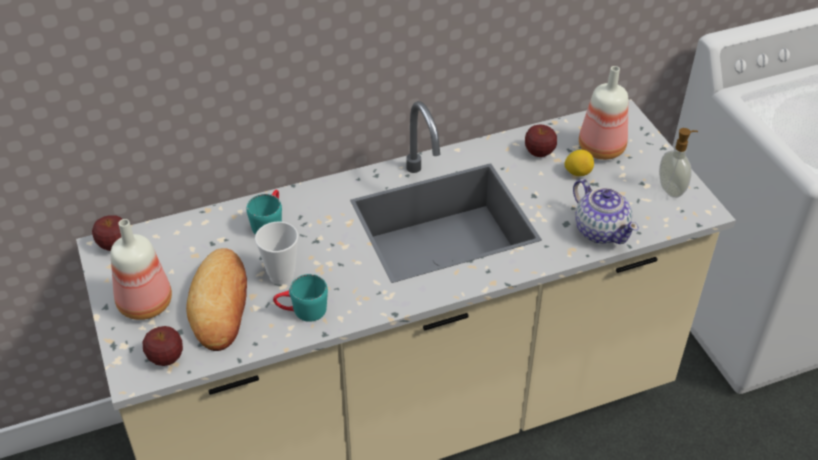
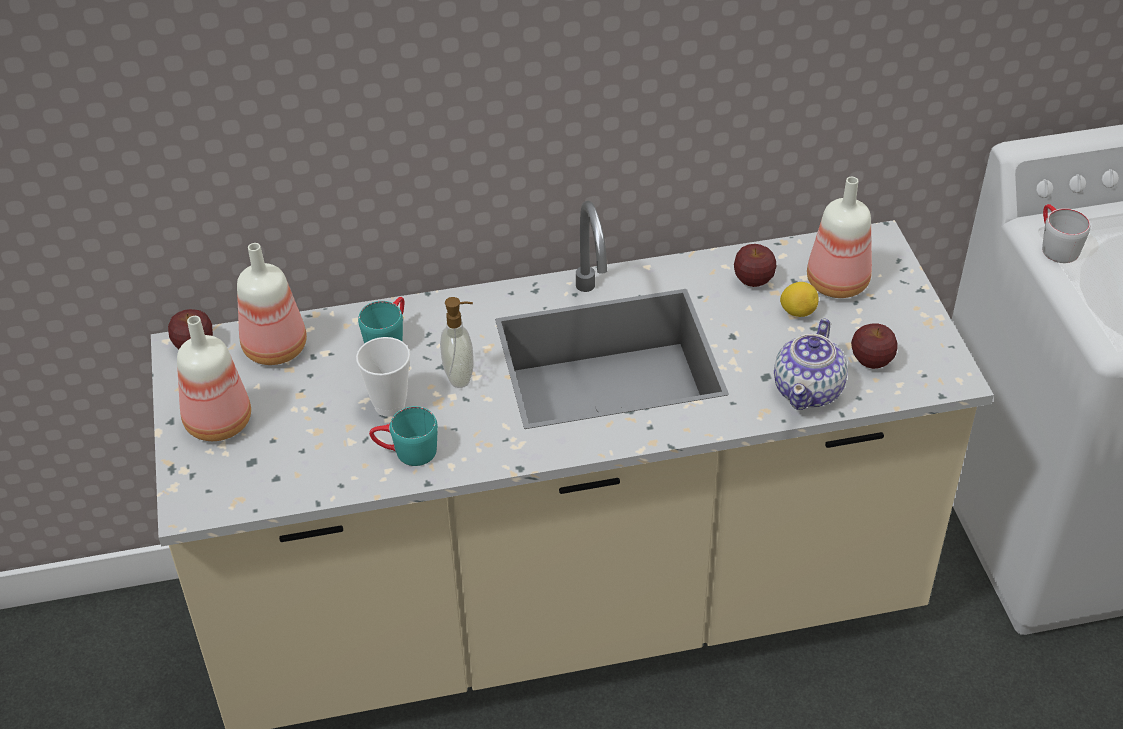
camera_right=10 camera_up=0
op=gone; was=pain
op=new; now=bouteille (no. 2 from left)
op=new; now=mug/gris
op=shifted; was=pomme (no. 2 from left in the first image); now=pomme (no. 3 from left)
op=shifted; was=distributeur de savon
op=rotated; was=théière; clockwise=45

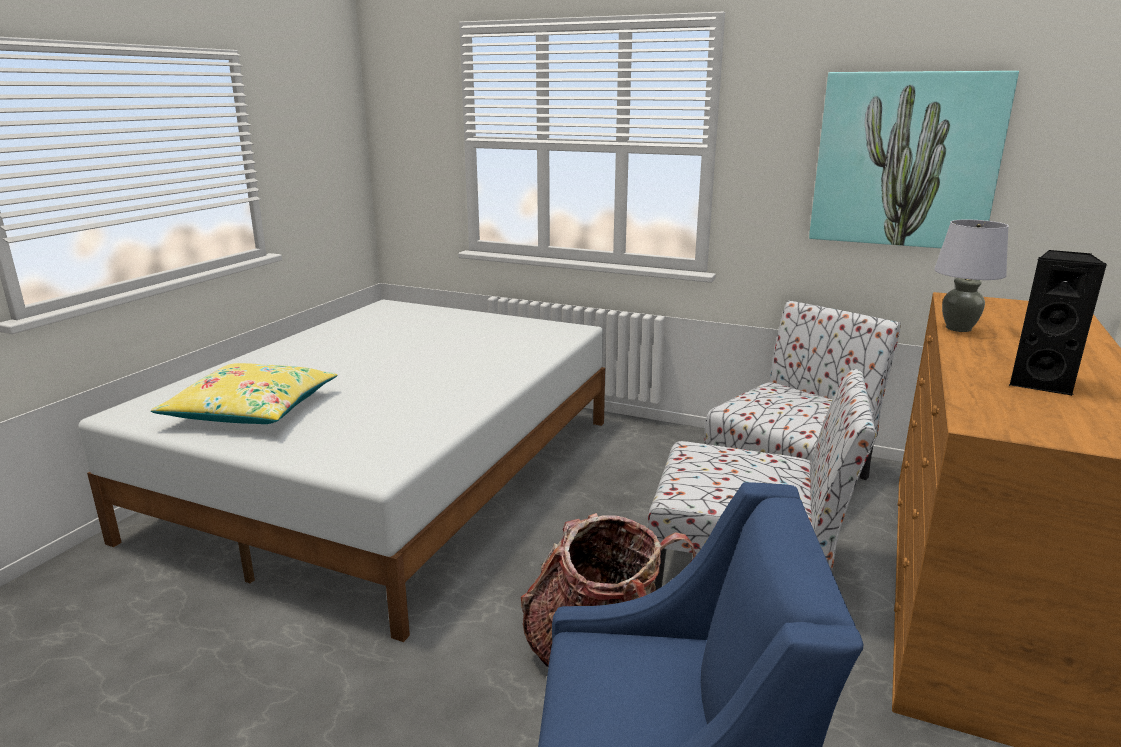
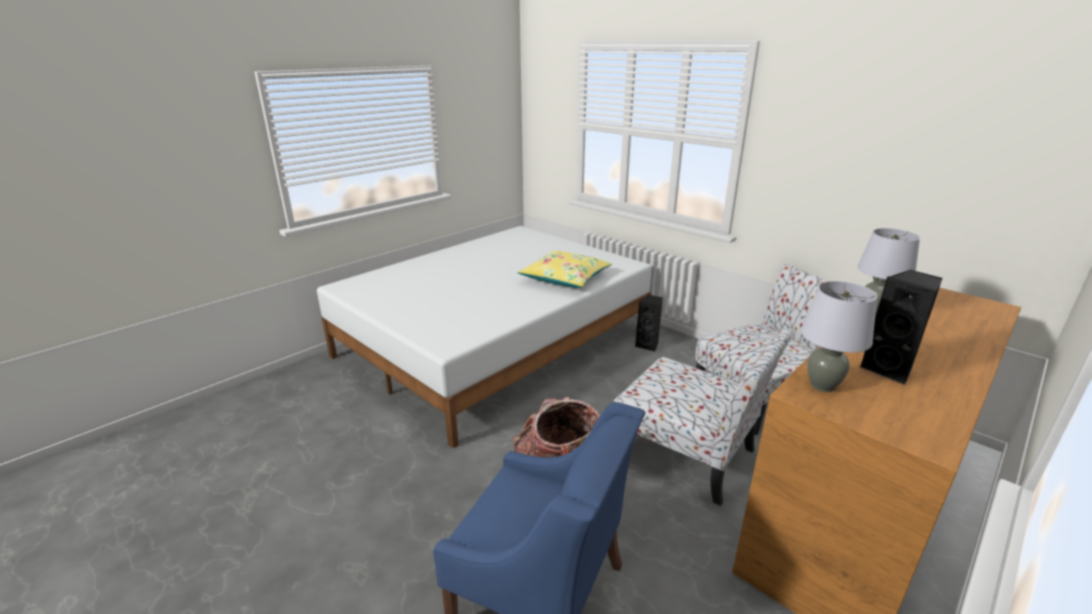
camera_right=20 camera_up=5
op=gone; was=tableau
op=new; now=enceinte/noir (no. 1 from left)
op=new; now=lampe de table/gris (no. 1 from left)
op=shifted; was=coussin/jaune

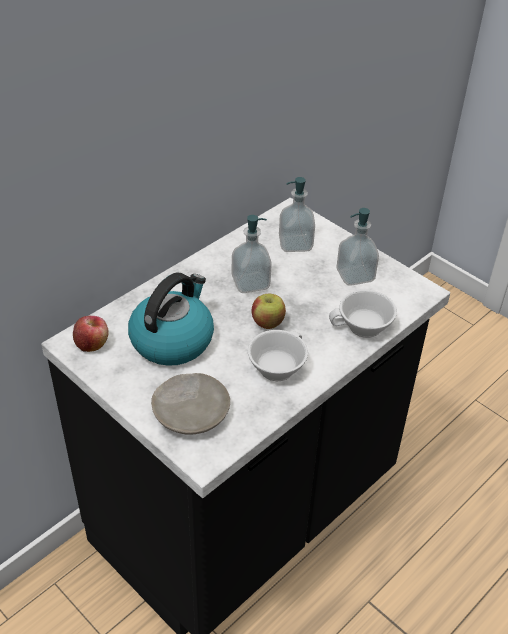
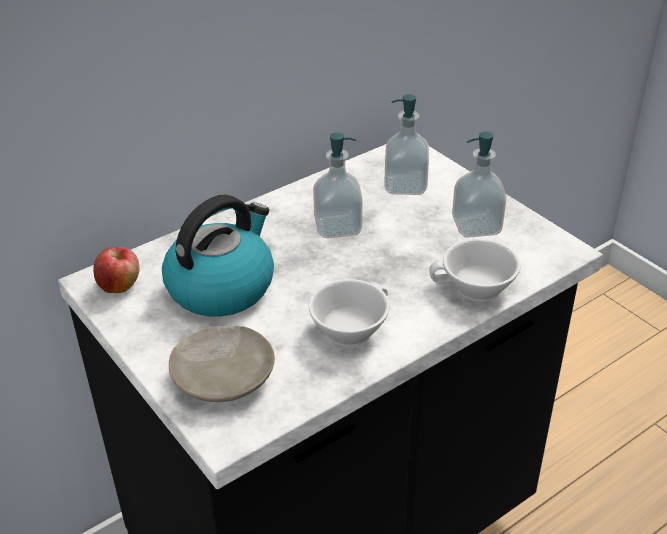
camera_right=10 camera_up=-5
op=gone; was=pomme (no. 2 from left)

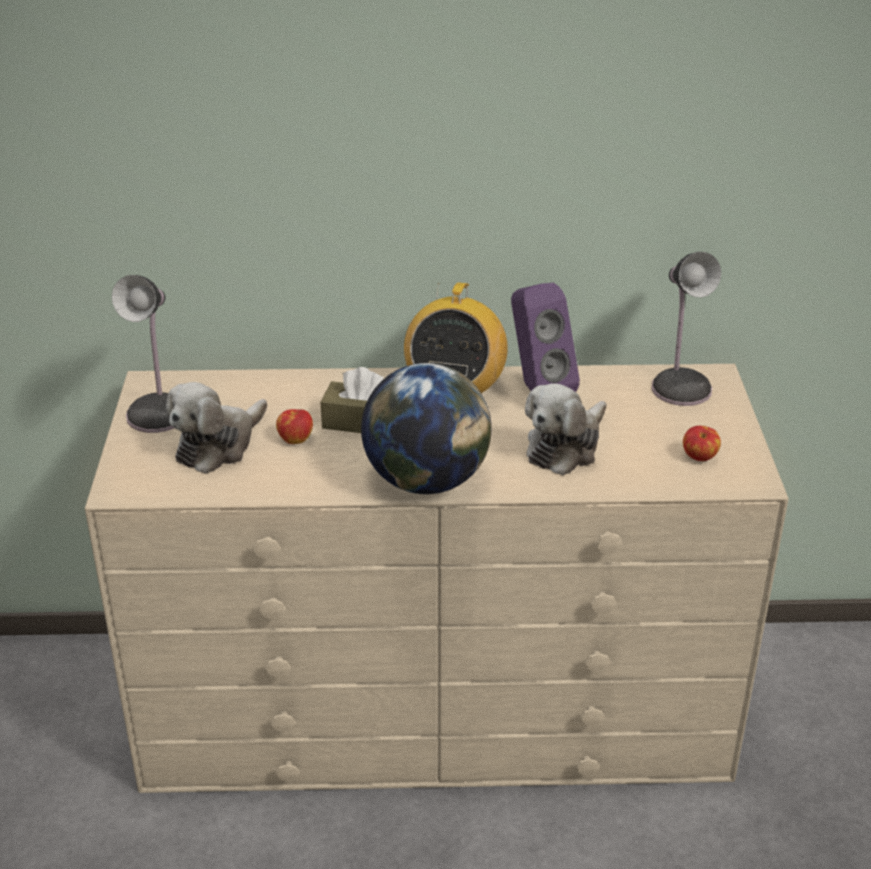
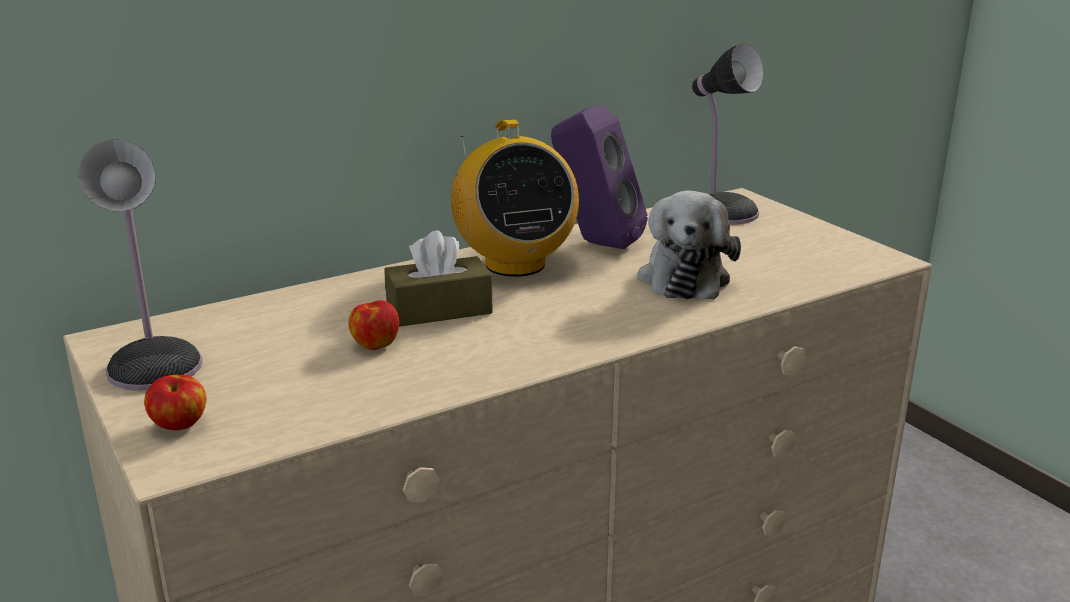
camera_right=-30 camera_up=-10
op=gone; was=peluche (no. 1 from left)
op=gone; was=globe
op=shifted; was=pomme (no. 2 from left in the first image); now=pomme (no. 1 from left)

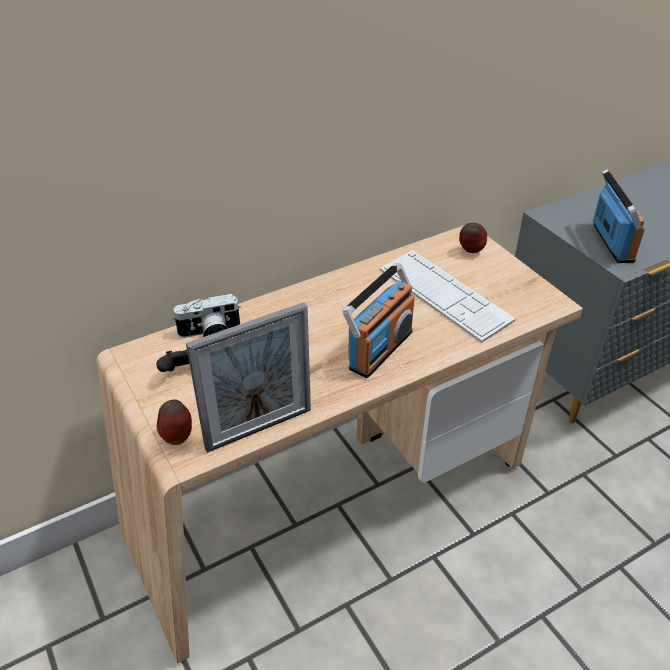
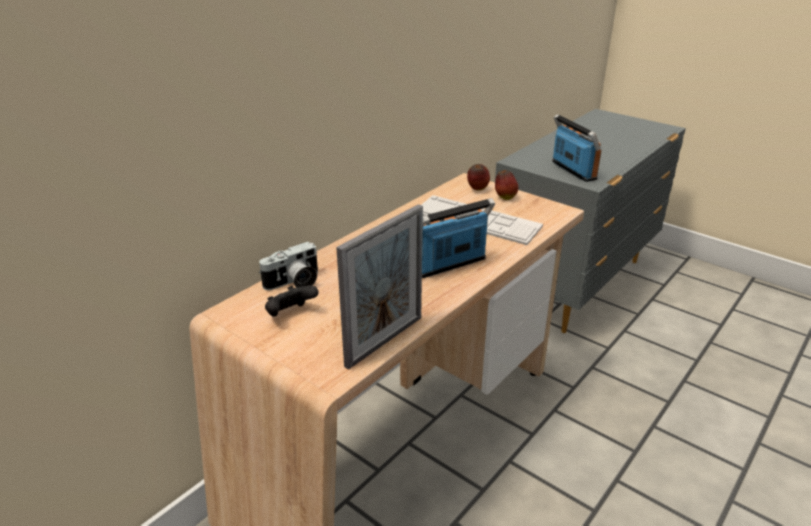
camera_right=-20 camera_up=-10
op=shifted; was=pomme (no. 1 from left in the first image); now=pomme (no. 2 from left)
op=rotated; was=radio (no. 1 from left); clockwise=-135

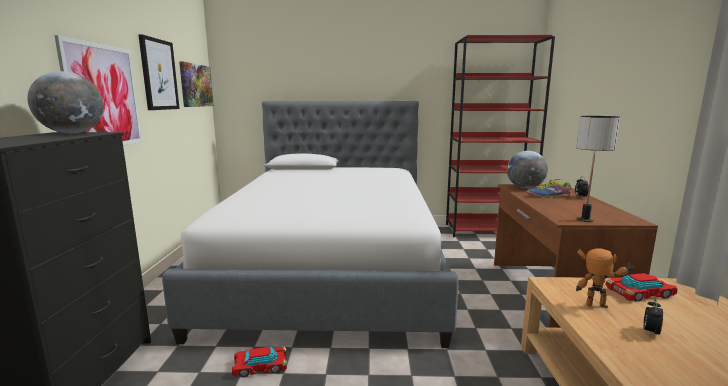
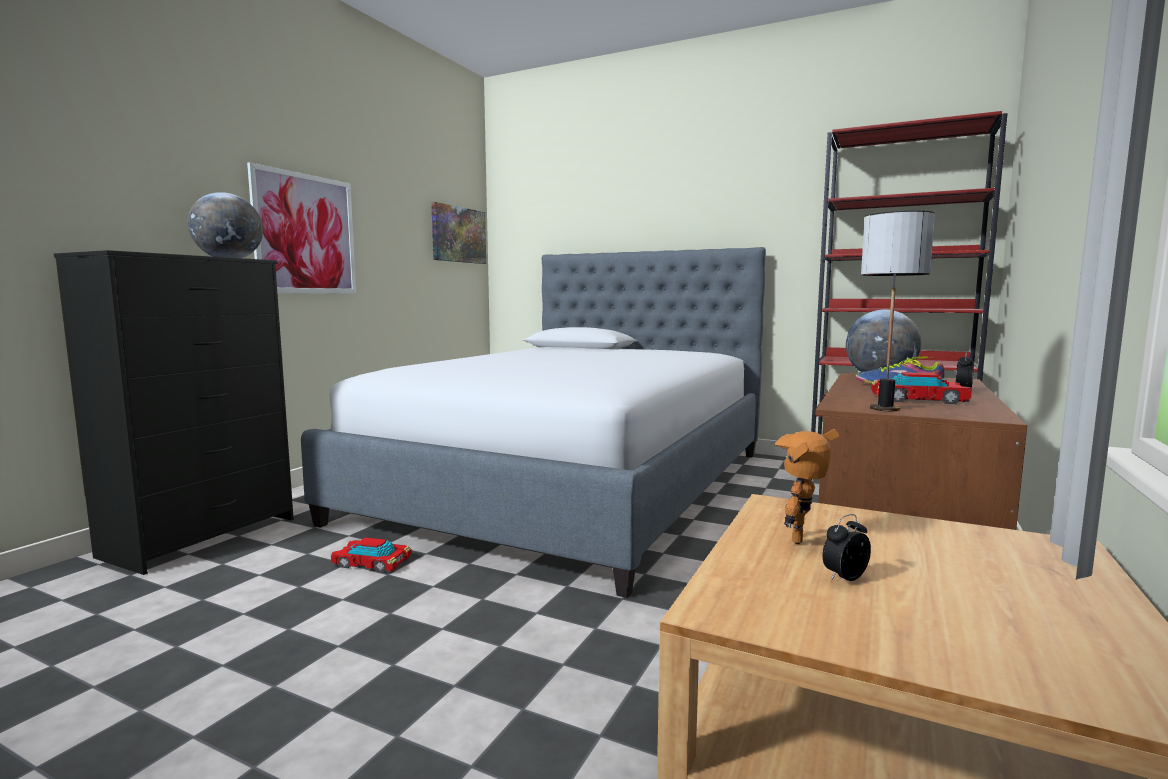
camera_right=25 camera_up=-5
op=gone; was=tableau (no. 2 from left)
op=shifted; was=petite voiture (no. 2 from left)
op=rotated; was=robot jouet; clockwise=-105

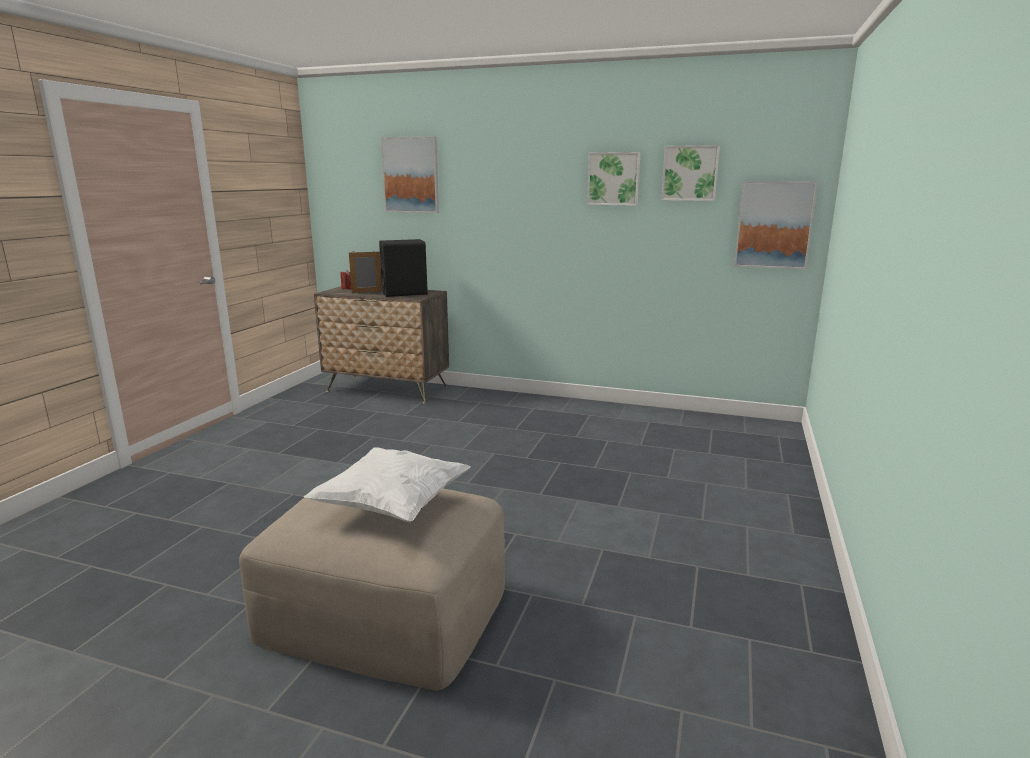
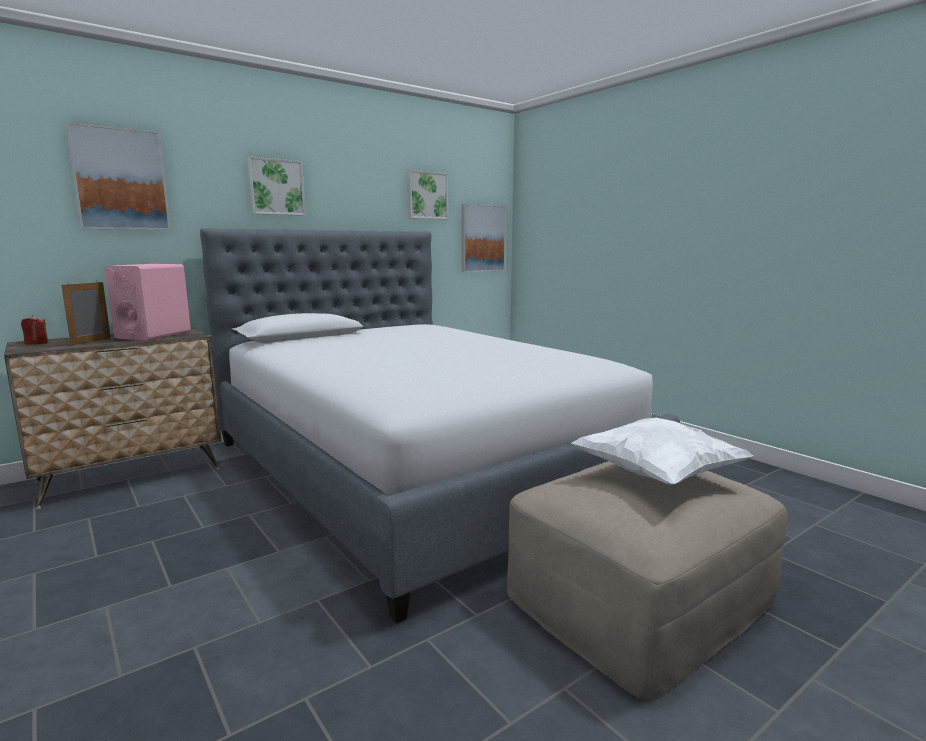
camera_right=-55 camera_up=-5
op=new; now=lit
op=shifted; was=tableau (no. 2 from left)
op=repainted; was=enceinte/noir; now=enceinte/rose

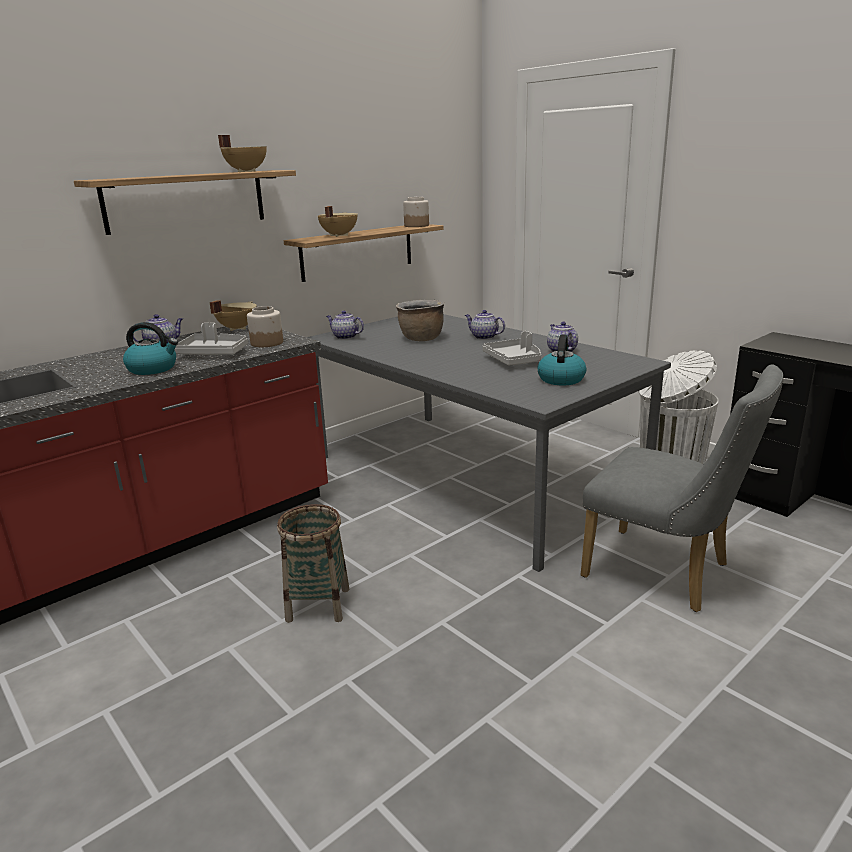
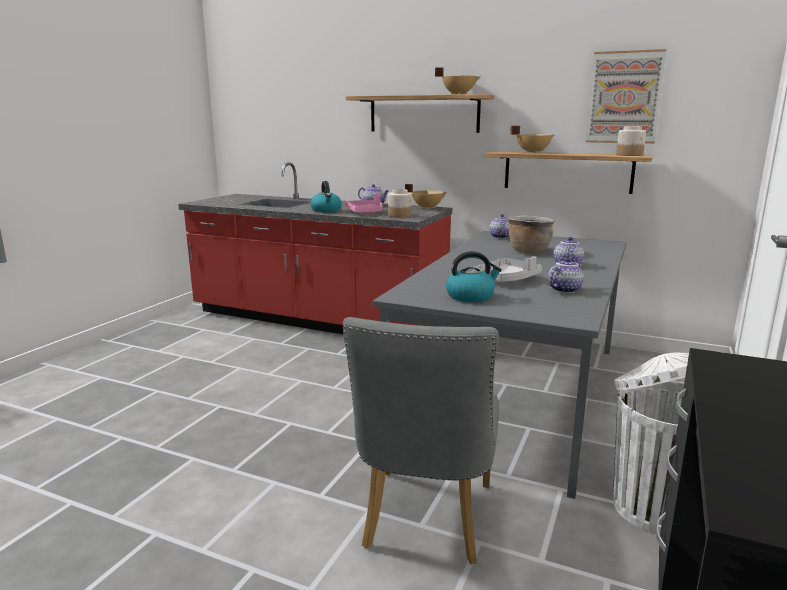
camera_right=65 camera_up=-5
op=gone; was=panier
op=new; now=tableau
op=repainted; was=plateau/gris (no. 1 from left); now=plateau/rose

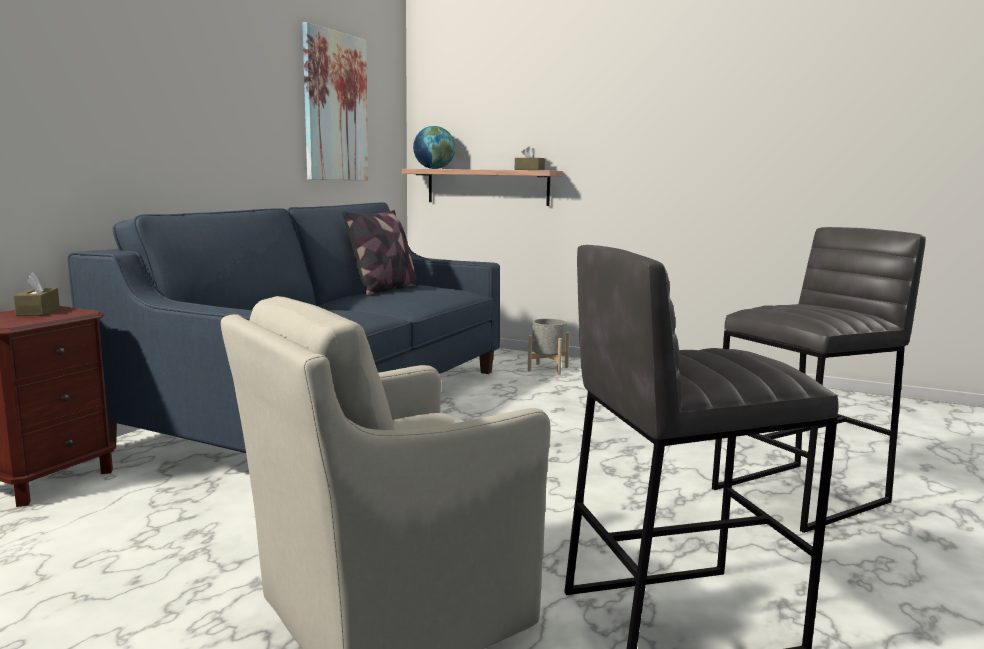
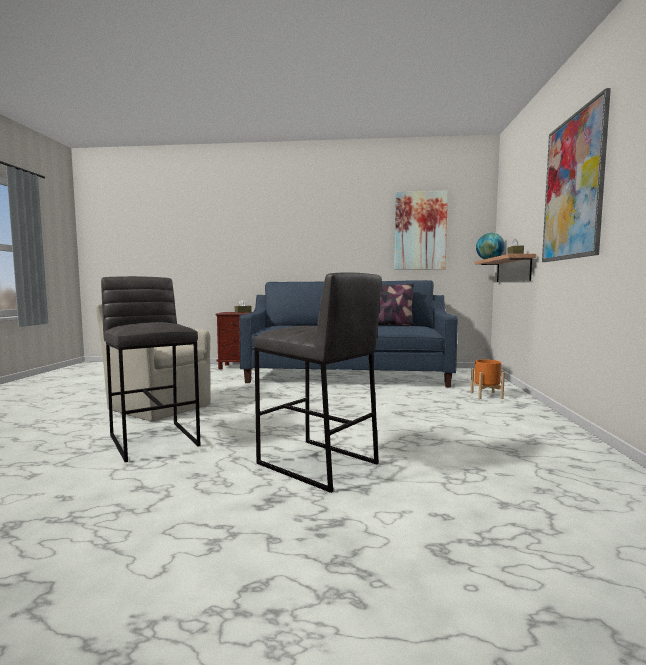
camera_right=70 camera_up=-5
op=new; now=tableau (no. 2 from left)
op=repainted; was=cache-pot/gris; now=cache-pot/orange

